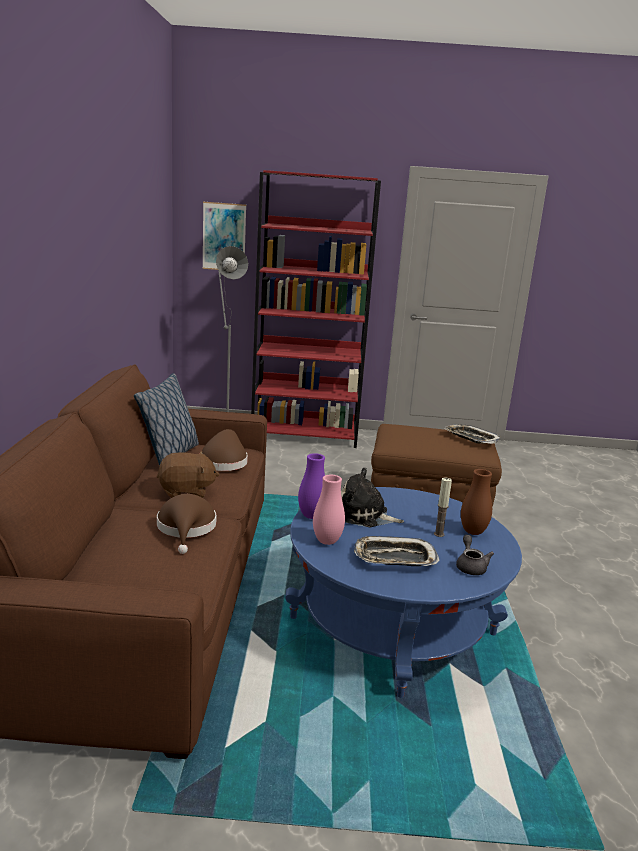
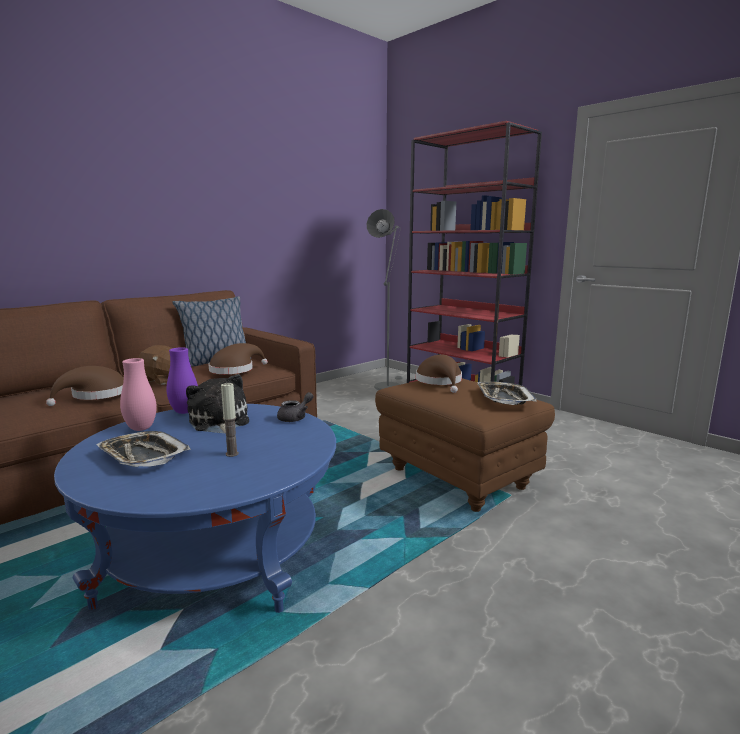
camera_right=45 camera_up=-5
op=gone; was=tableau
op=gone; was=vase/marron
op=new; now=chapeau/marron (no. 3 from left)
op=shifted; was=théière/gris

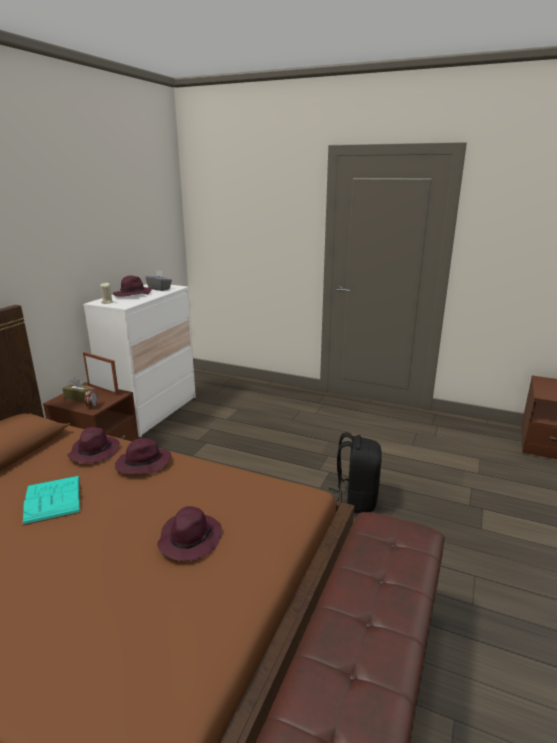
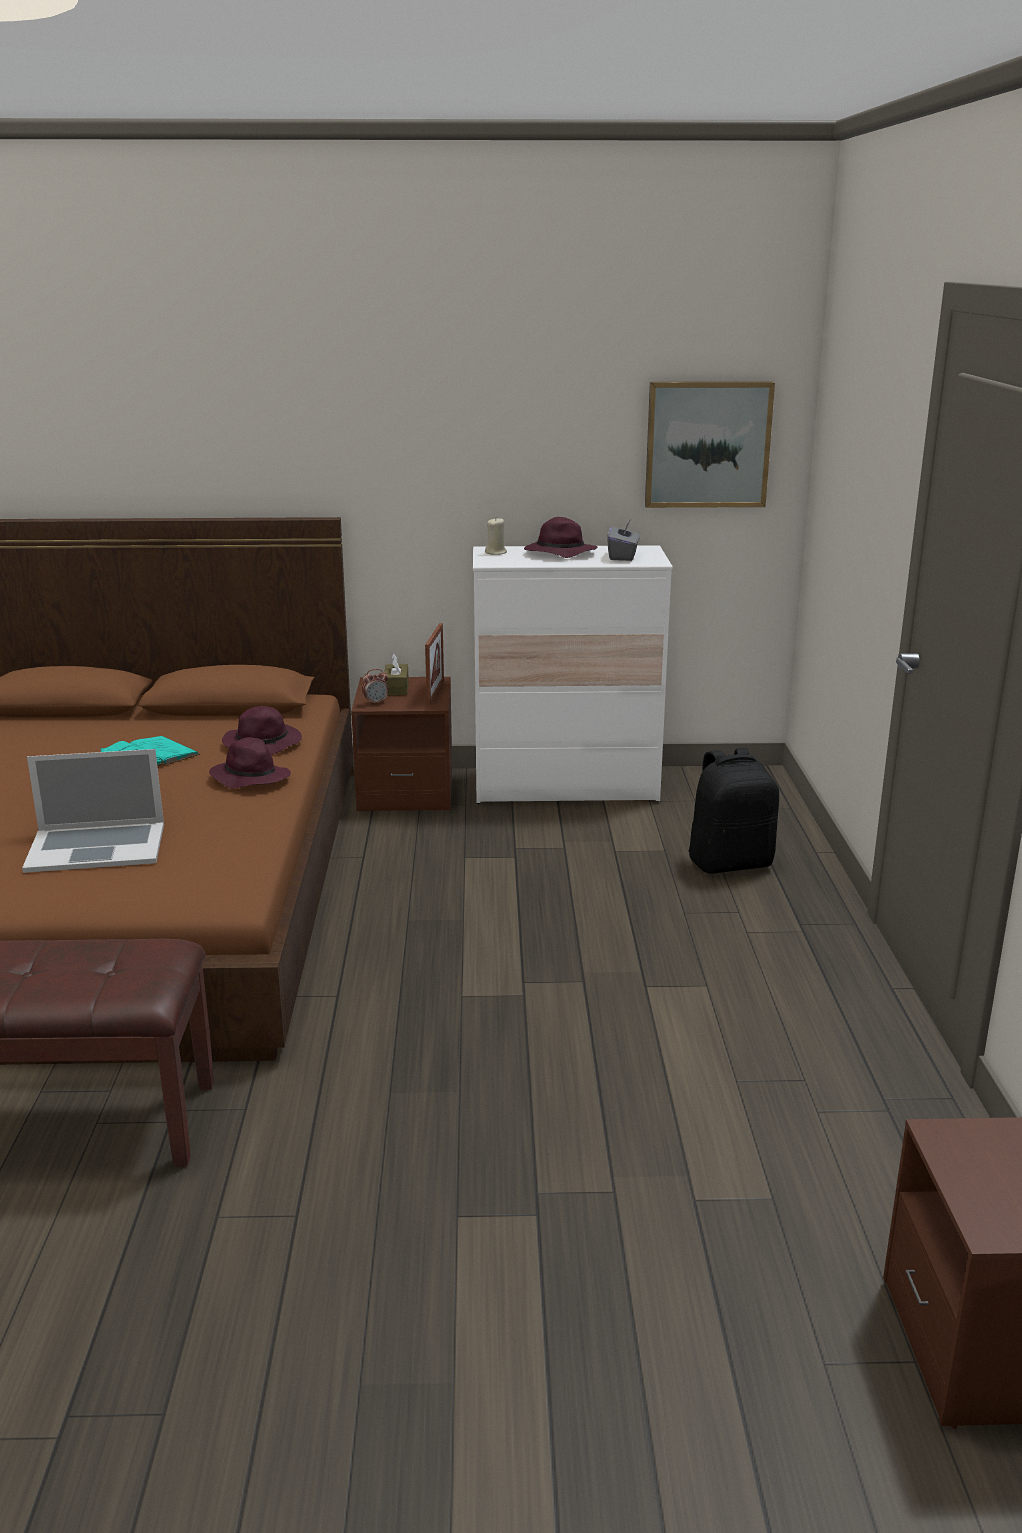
camera_right=65 camera_up=0
op=new; now=tableau
op=shifted; was=sac à dos/noir
op=swapped; was=chapeau/violet (no. 4 from left); now=ordinateur portable

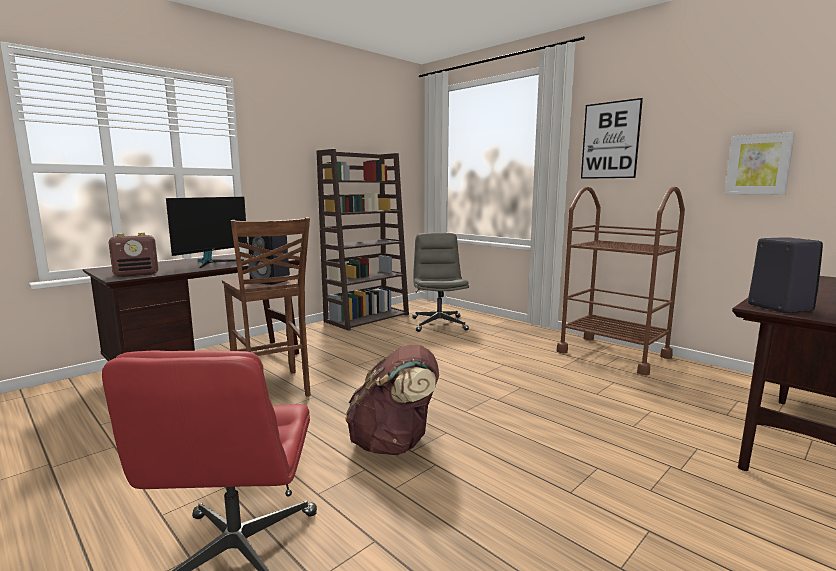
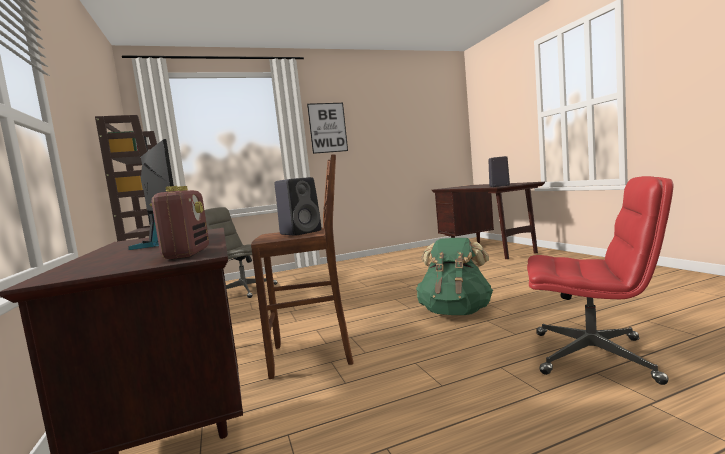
camera_right=-65 camera_up=-5
op=gone; was=chariot/marron
op=gone; was=tableau (no. 2 from left)
op=repainted; was=sac à dos/marron; now=sac à dos/vert

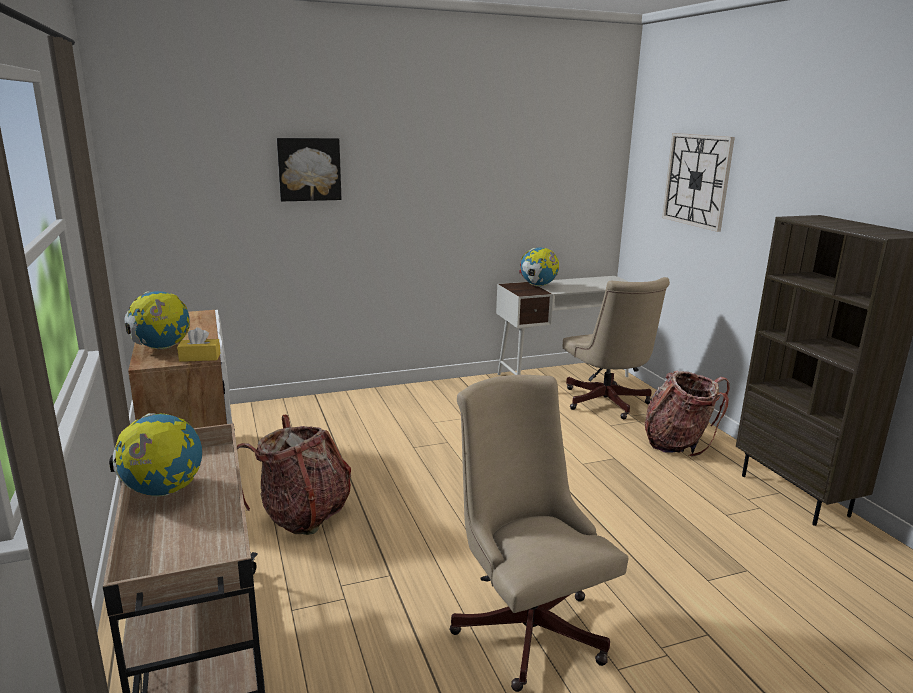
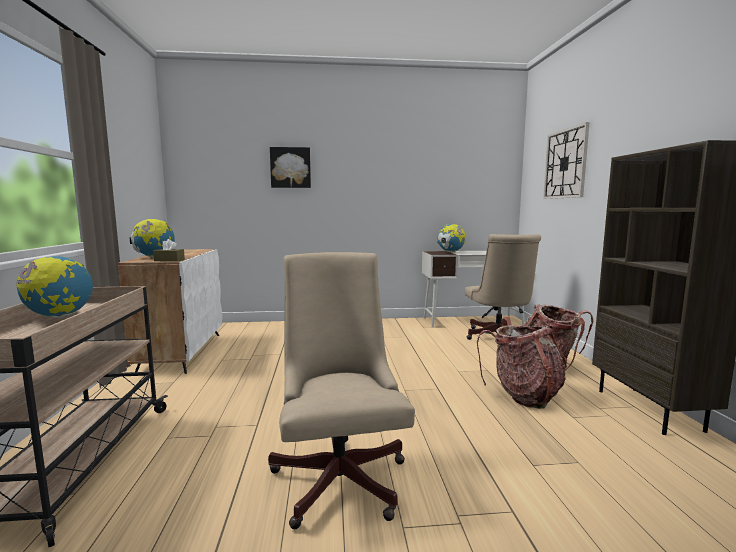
camera_right=15 camera_up=-10
op=shifted; was=sac à dos (no. 1 from left)
op=repainted; was=boîte à mouchoirs/jaune; now=boîte à mouchoirs/marron

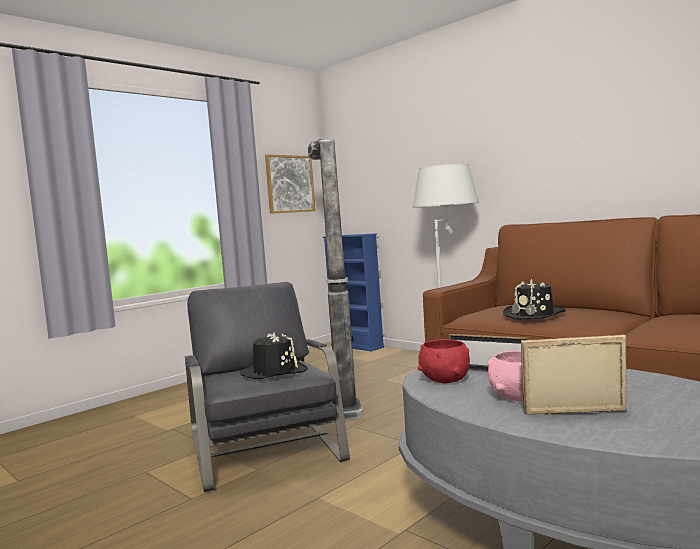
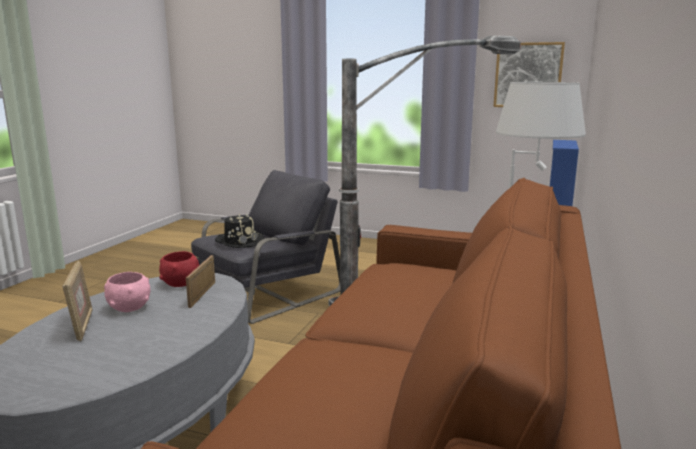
camera_right=65 camera_up=10
op=gone; was=chapeau/noir (no. 2 from left)

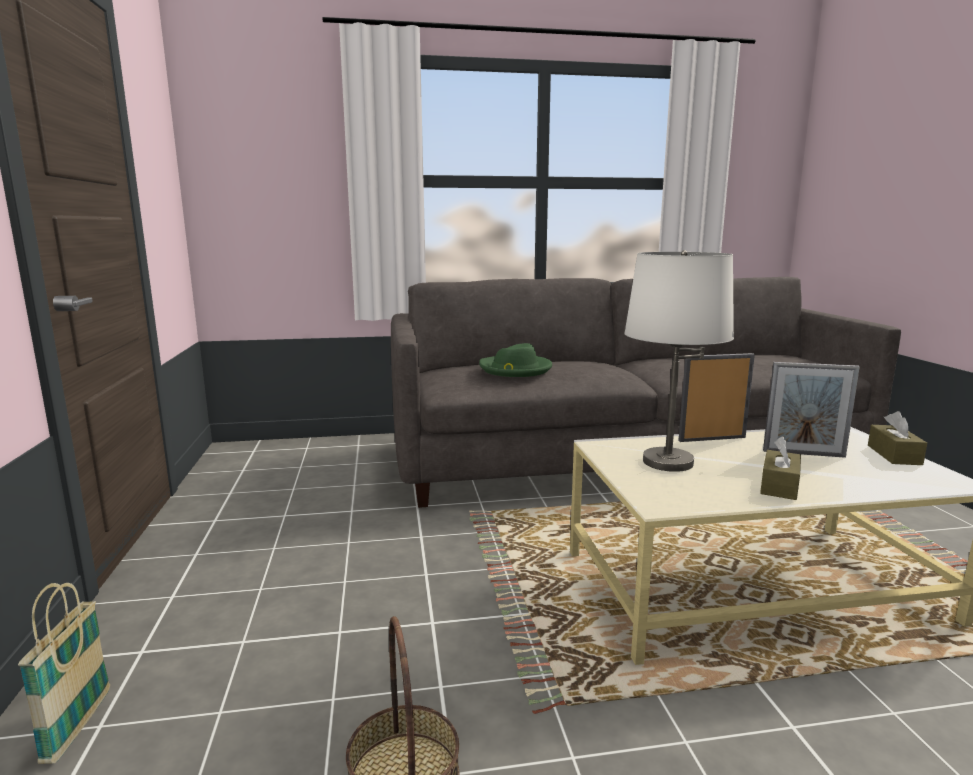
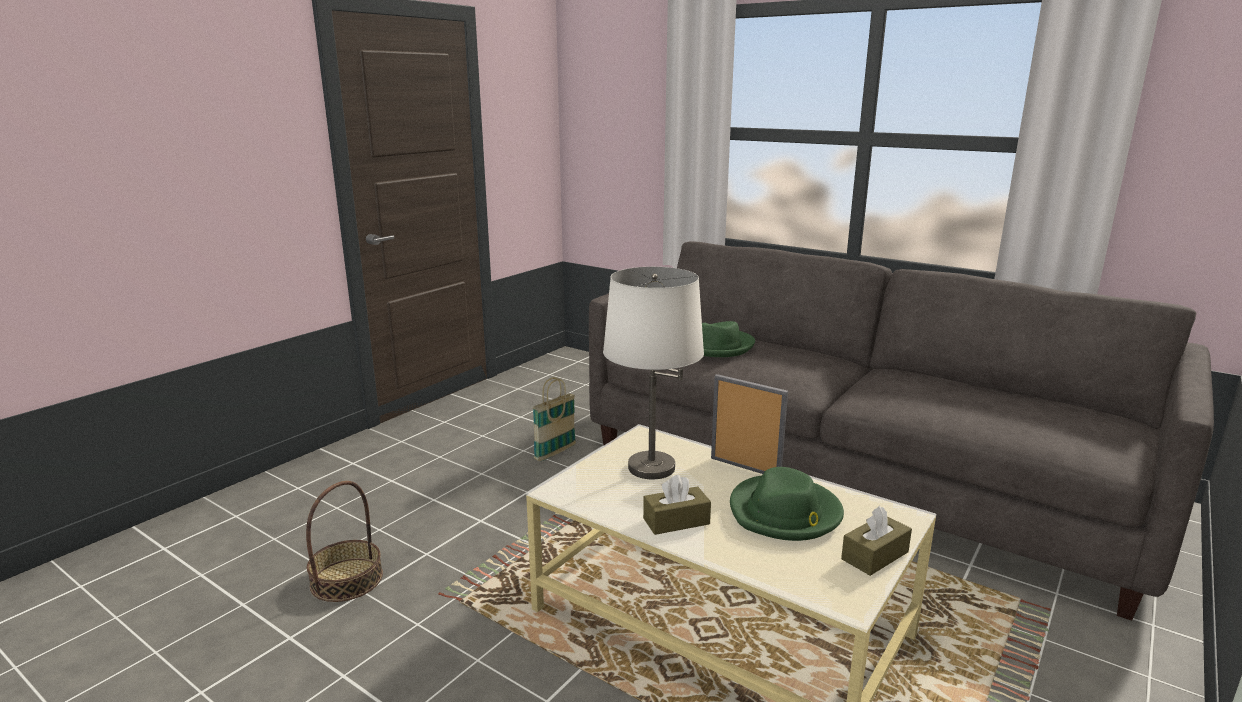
camera_right=45 camera_up=5
op=shifted; was=panier (no. 1 from left in the first image); now=panier (no. 2 from left)
op=swapped; was=cadre photo (no. 2 from left); now=chapeau/vert (no. 2 from left)

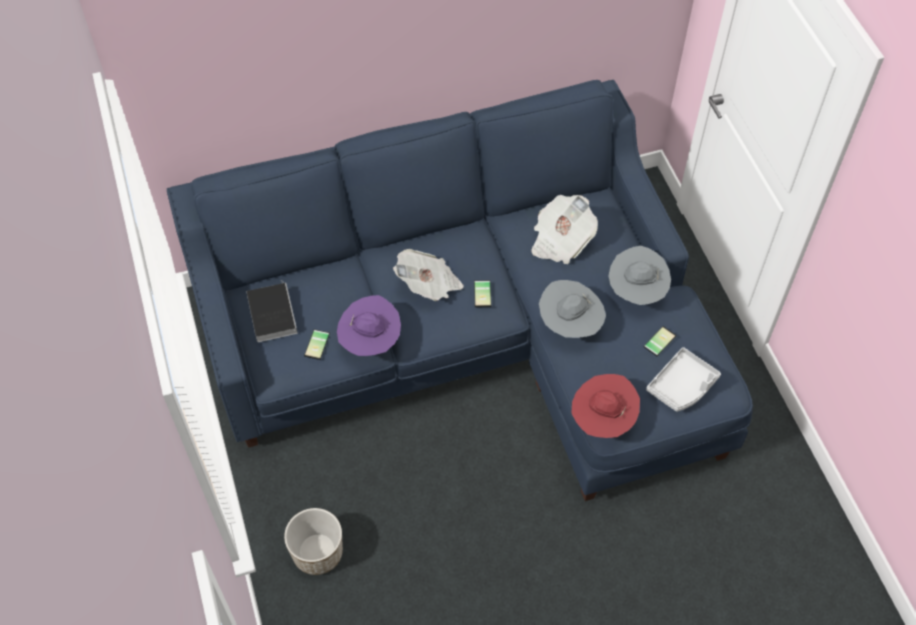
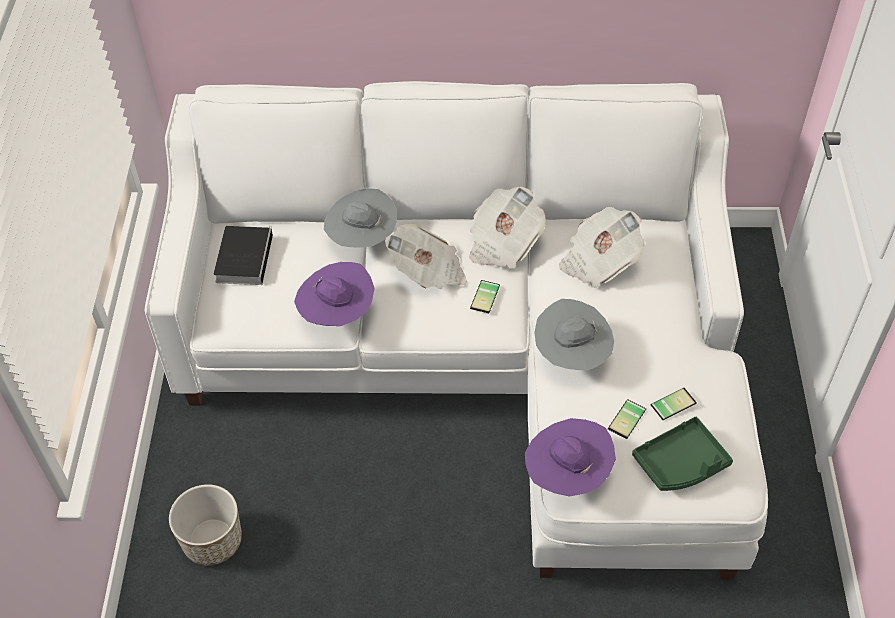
camera_right=20 camera_up=-5
op=new; now=journal (no. 2 from left)
op=shifted; was=téléphone (no. 1 from left in the first image); now=téléphone (no. 2 from left)
op=shifted; was=chapeau/gris (no. 2 from left in the first image); now=chapeau/gris (no. 1 from left)
op=repainted; was=canapé/bleu; now=canapé/blanc
op=repainted; was=chapeau/rouge; now=chapeau/violet (no. 2 from left)
op=repainted; was=plateau/gris; now=plateau/vert

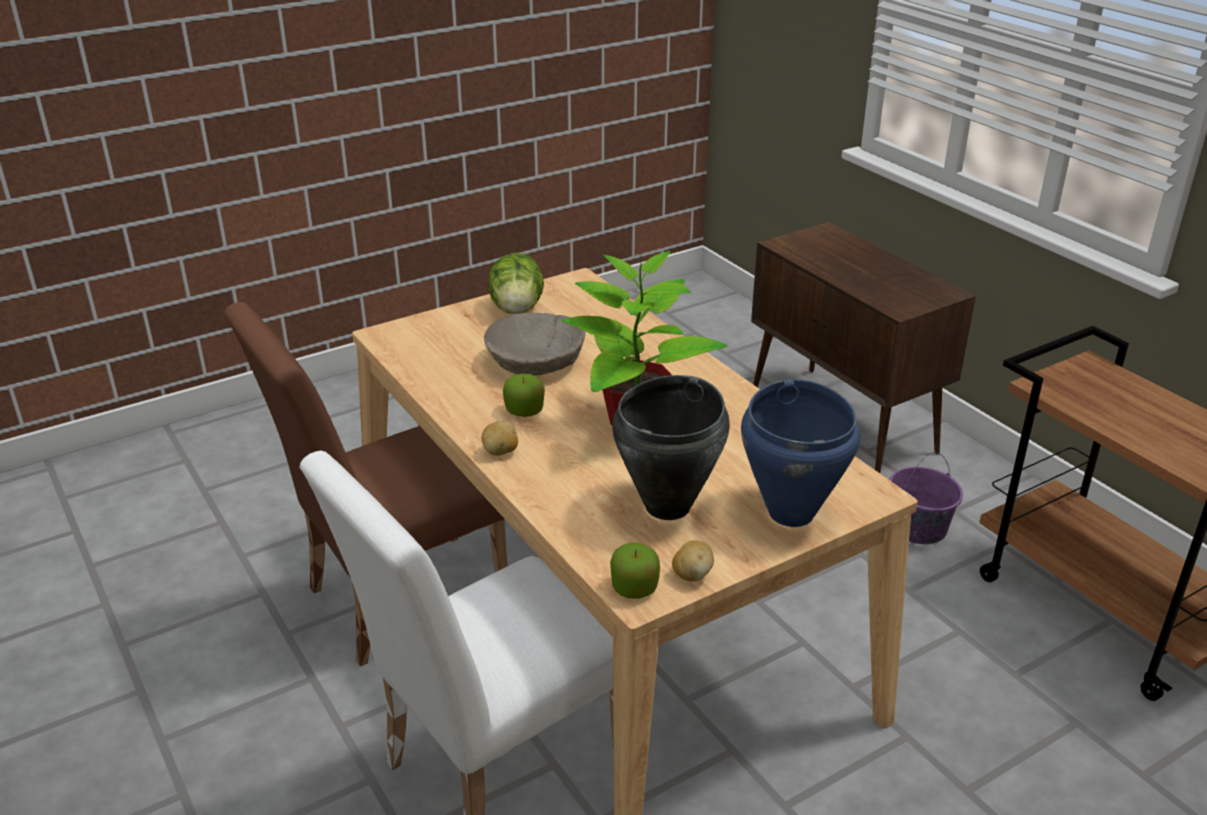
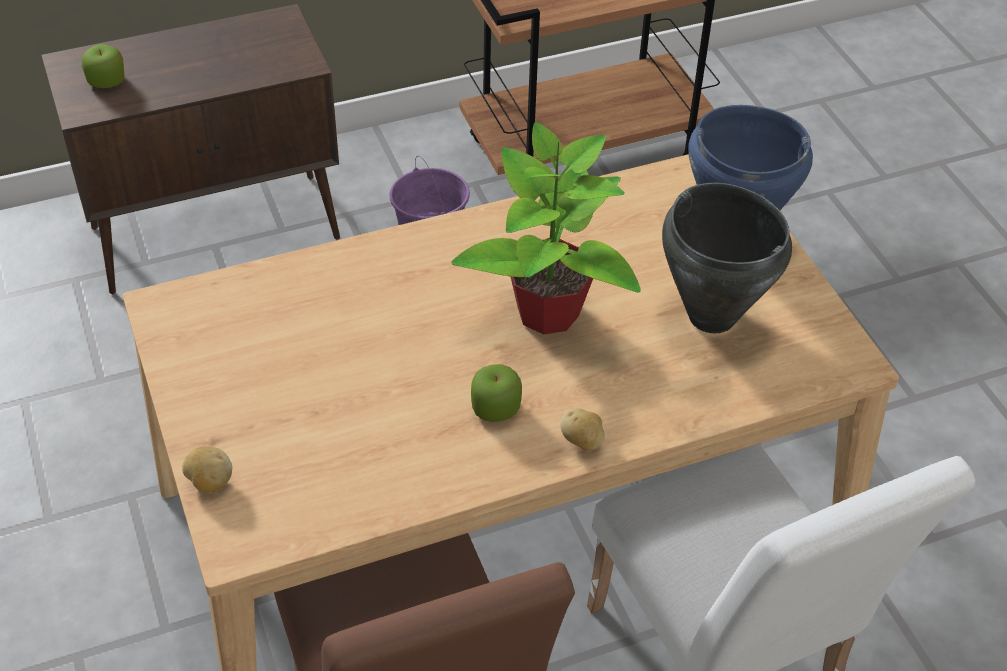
camera_right=-80 camera_up=15
op=gone; was=bol/beige
op=gone; was=laitue
op=shifted; was=pomme (no. 2 from left in the first image); now=pomme (no. 1 from left)
op=shifted; was=pomme de terre (no. 2 from left in the first image); now=pomme de terre (no. 1 from left)

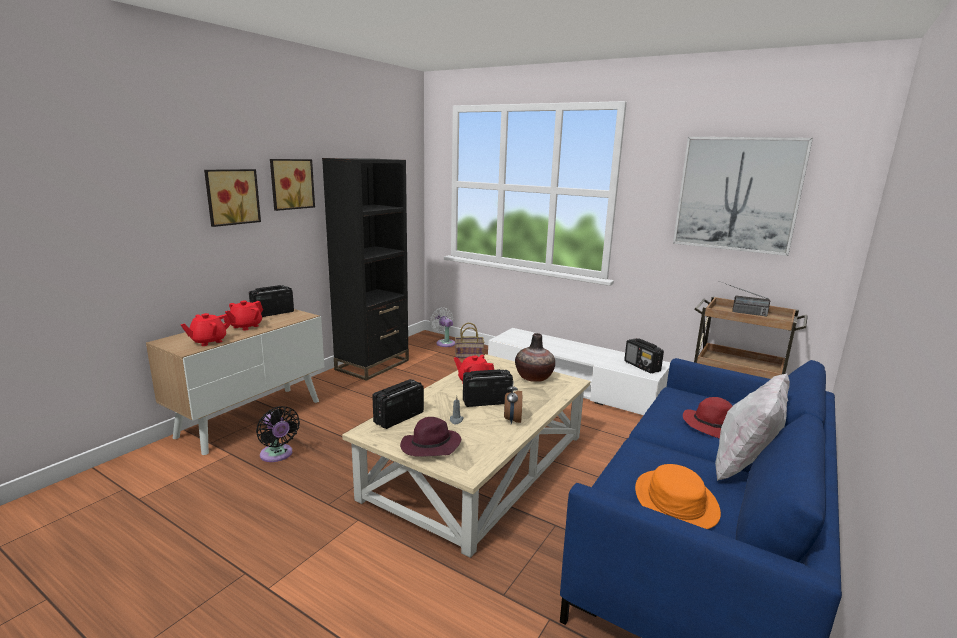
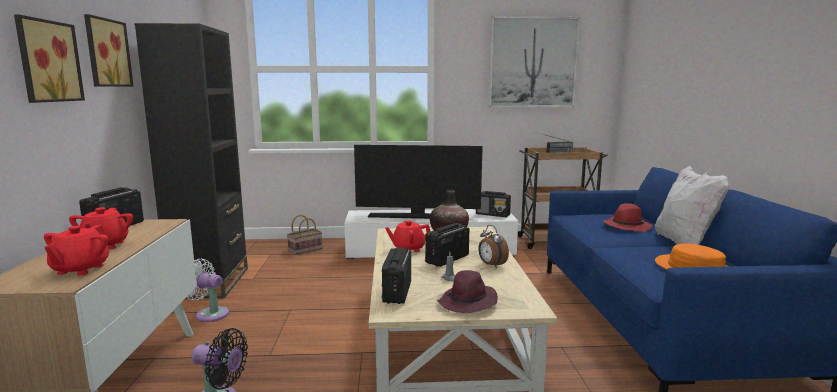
camera_right=-35 camera_up=-5
op=new; now=téléviseur
op=shifted; was=ventilateur/blanc

